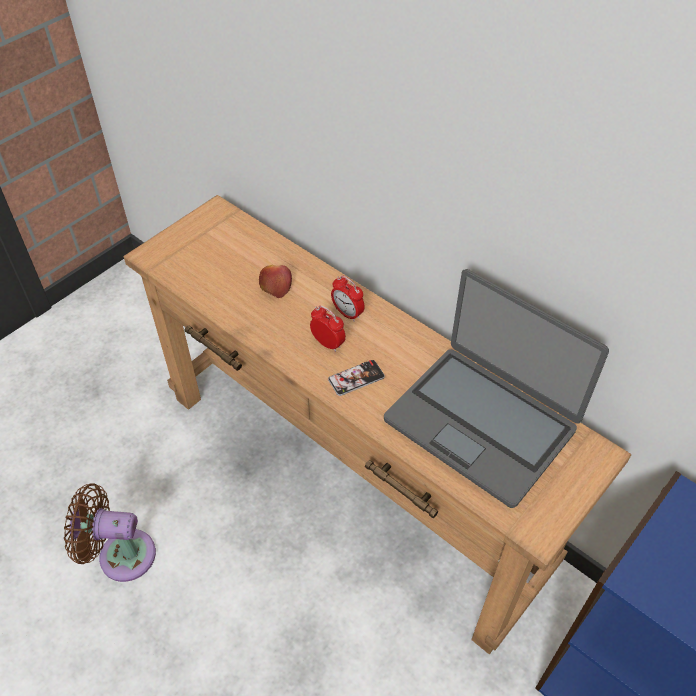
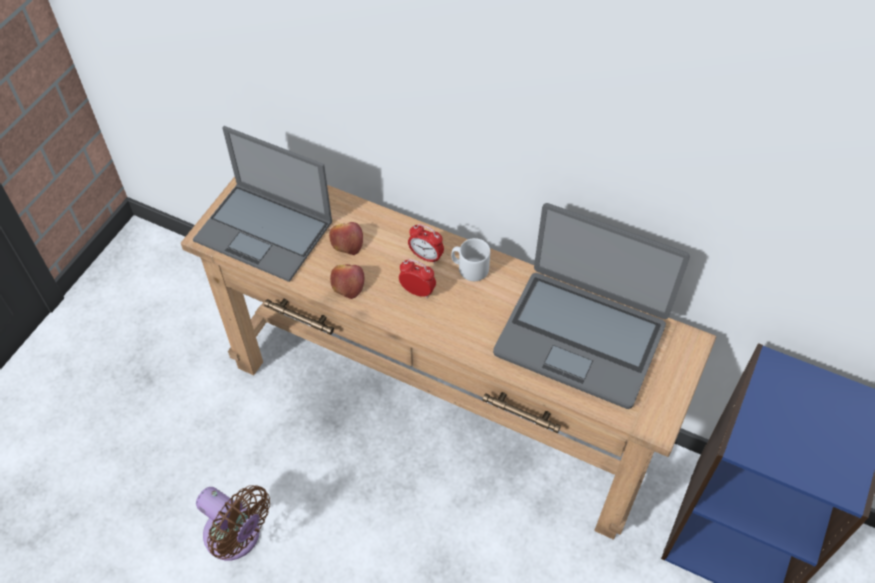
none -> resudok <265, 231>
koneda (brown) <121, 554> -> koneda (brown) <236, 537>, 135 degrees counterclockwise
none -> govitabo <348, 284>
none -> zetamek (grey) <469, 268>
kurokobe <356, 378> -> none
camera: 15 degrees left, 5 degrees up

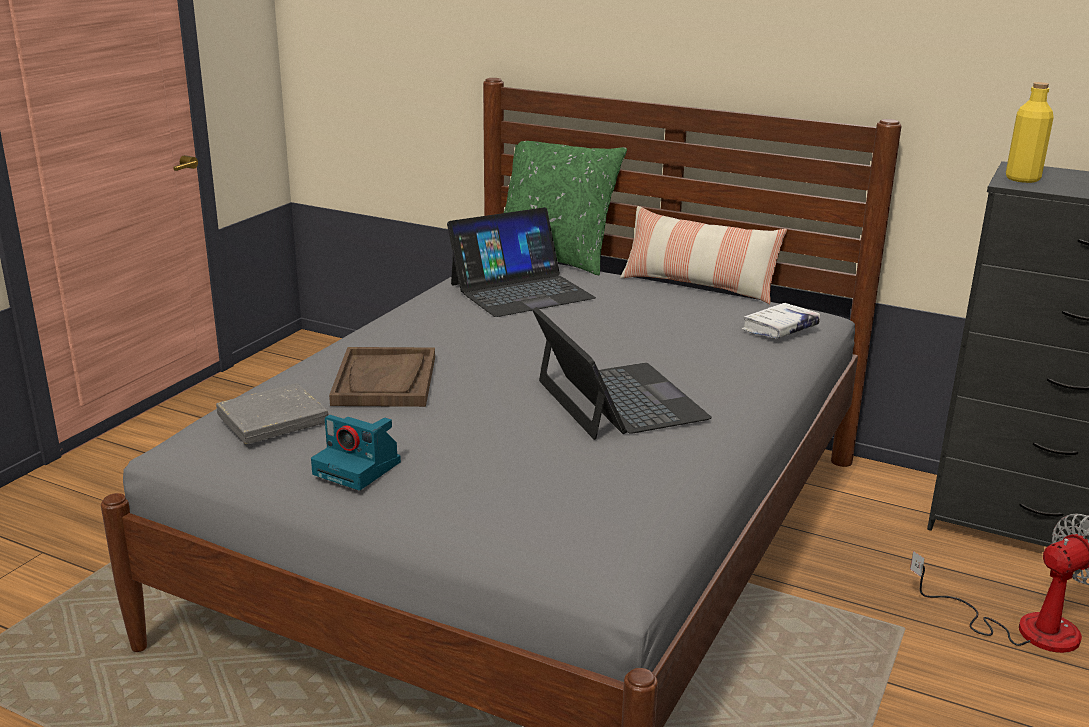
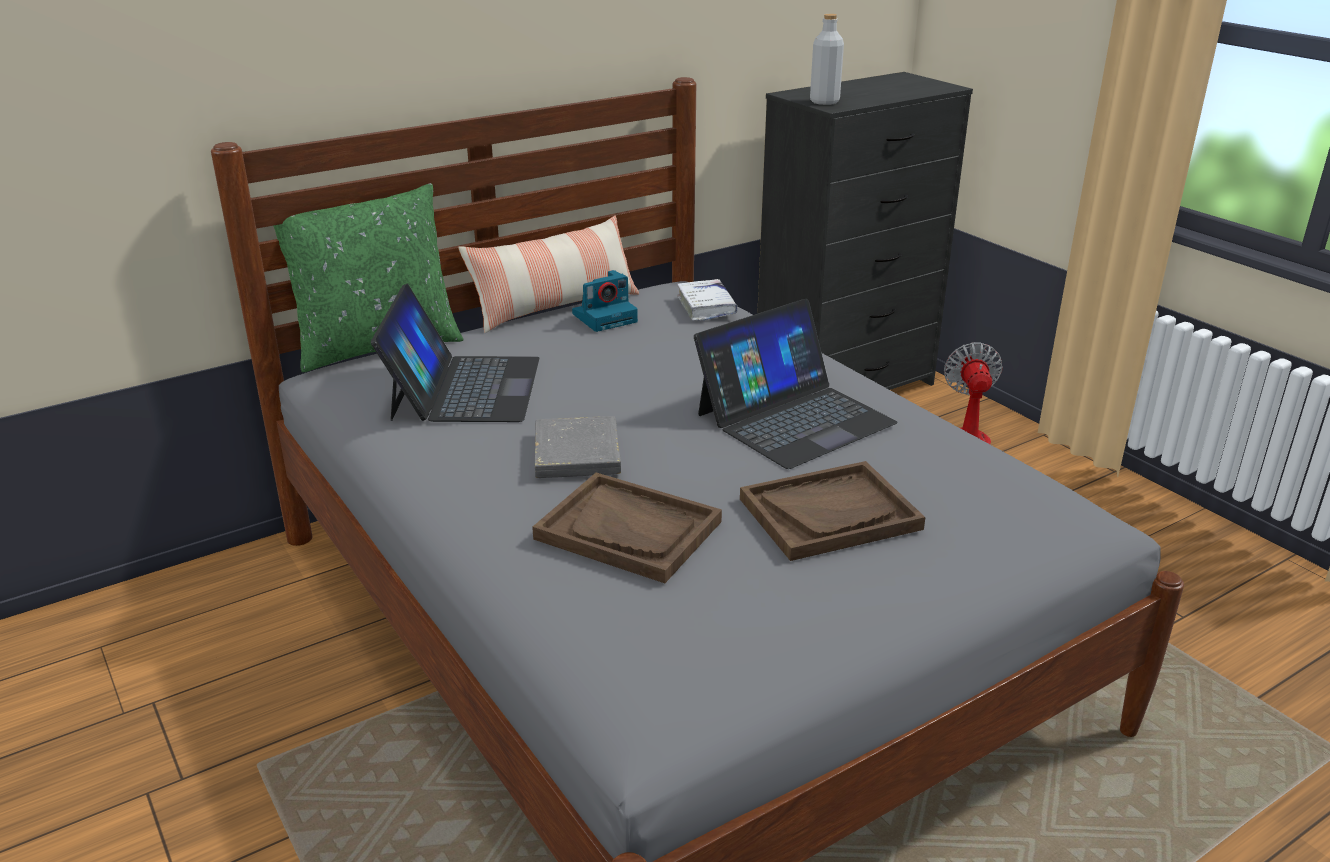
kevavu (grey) <273, 420> -> kevavu (grey) <577, 454>, moved
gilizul <359, 468> -> gilizul <605, 317>, moved
resudok <618, 400> -> resudok <794, 418>, 135 degrees clockwise
none -> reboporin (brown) <830, 514>
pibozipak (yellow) <1022, 179> -> pibozipak (grey) <824, 102>
camera: 60 degrees left, 5 degrees up

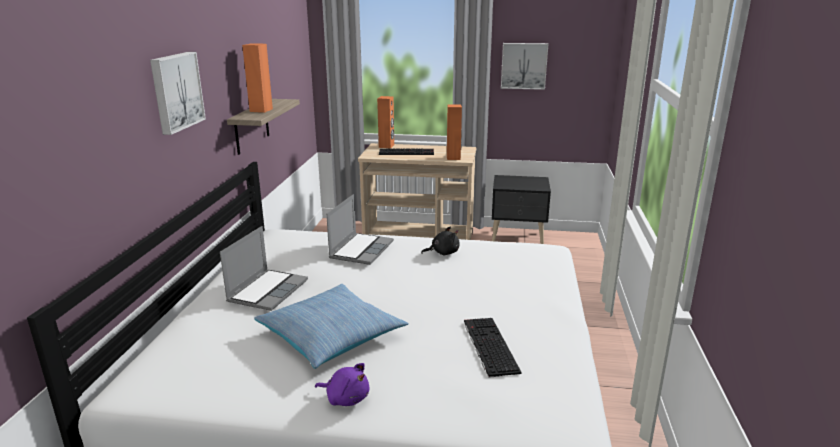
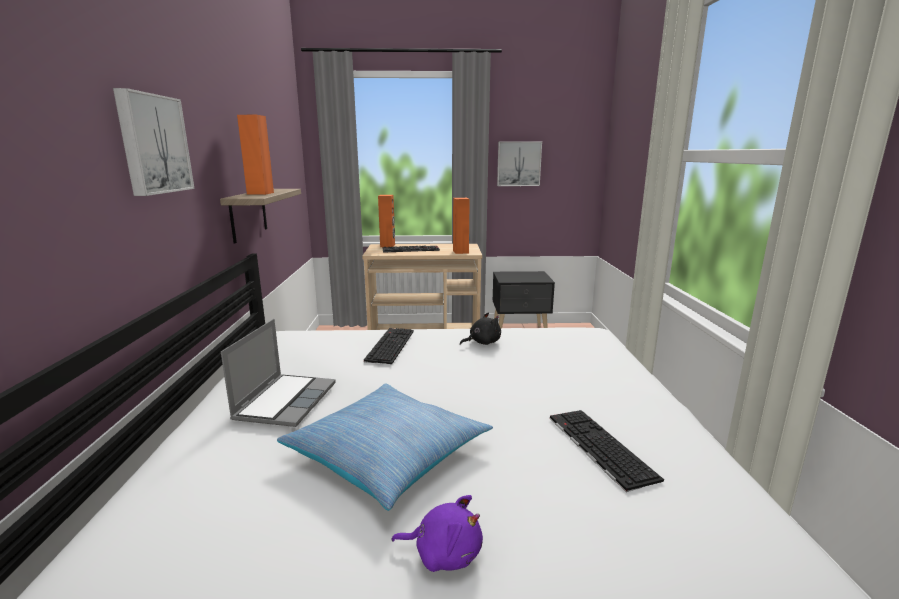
resudok <361, 249> -> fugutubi <389, 345>
camera: 10 degrees left, 5 degrees down

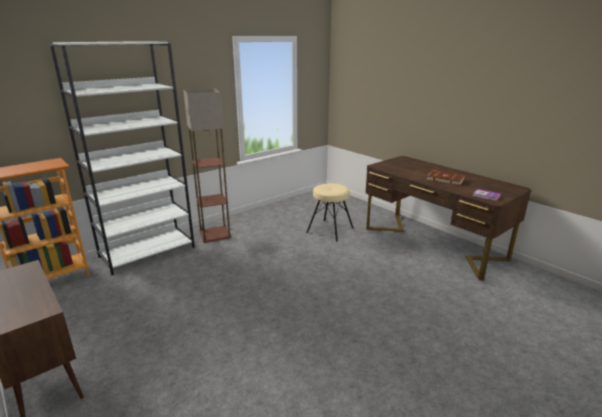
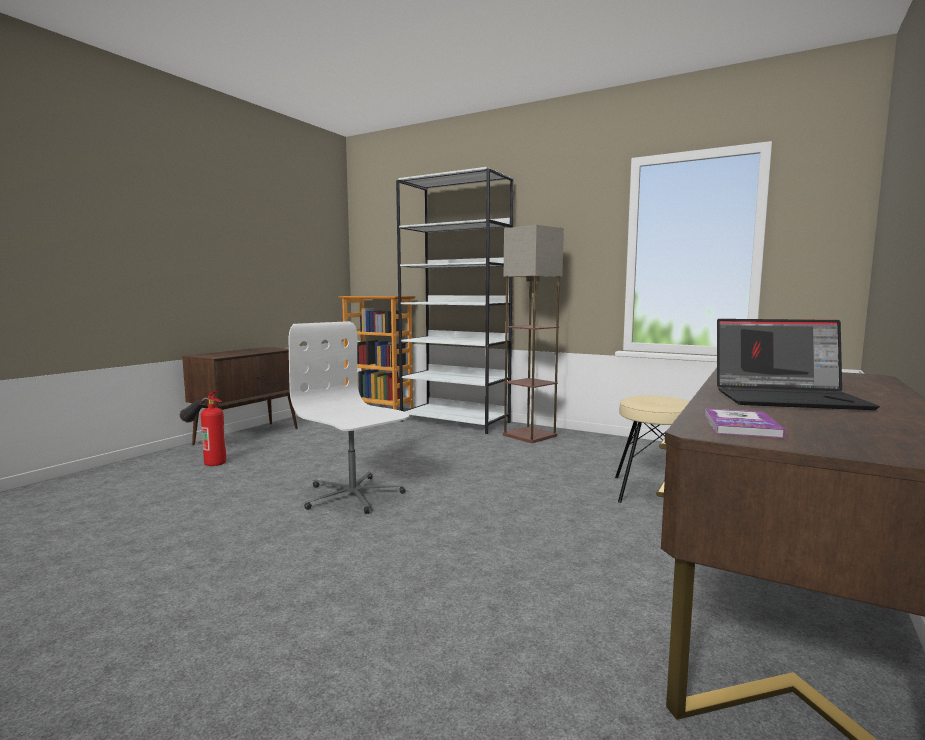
none -> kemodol <205, 459>
none -> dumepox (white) <352, 496>
kevavu (brown) <445, 179> -> resudok <789, 398>
camera: 70 degrees right, 15 degrees down

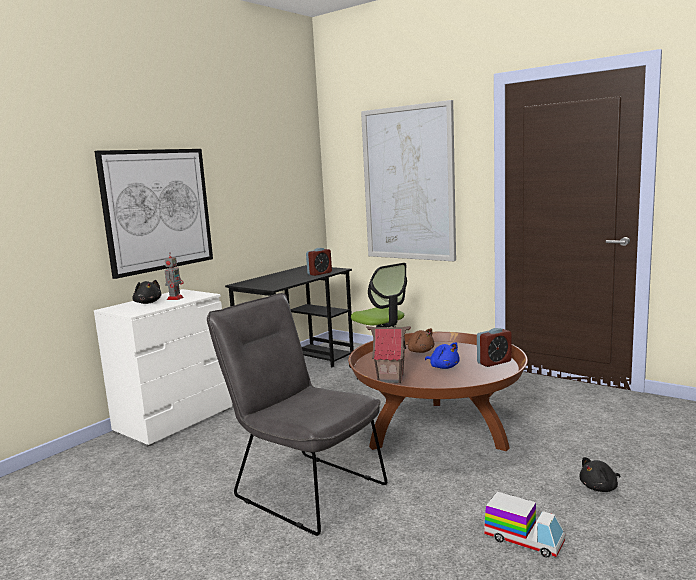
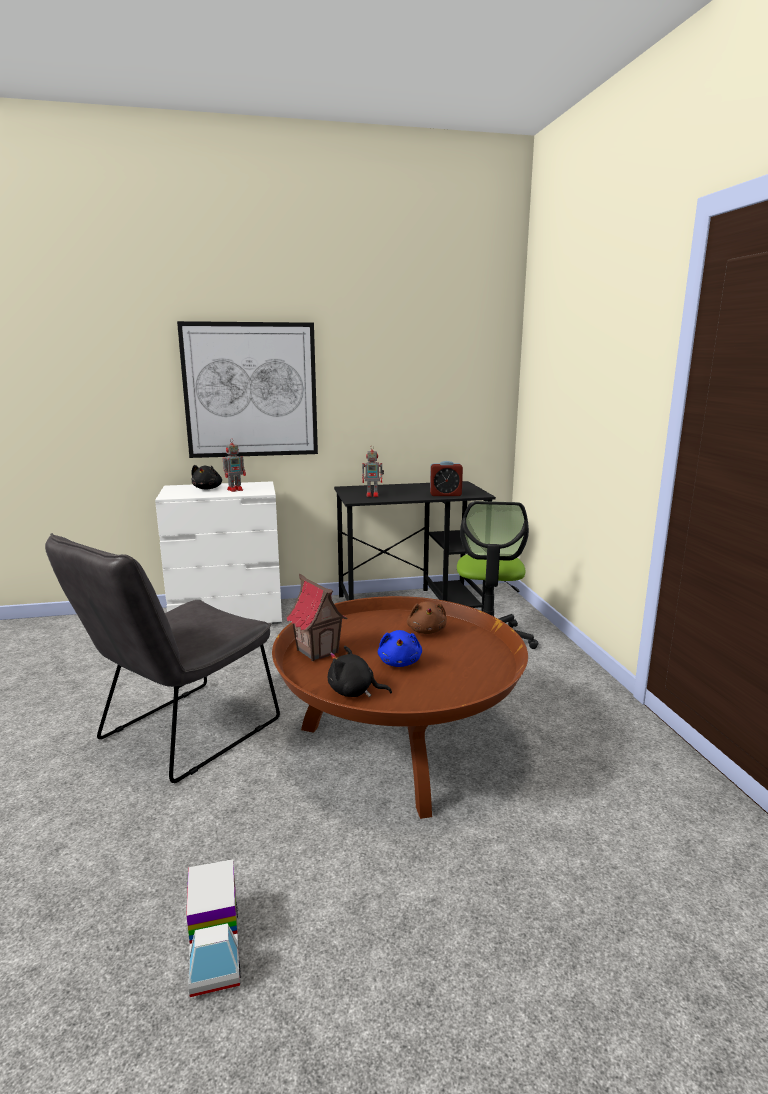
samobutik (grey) <303, 487> -> samobutik (grey) <180, 735>, 135 degrees counterclockwise
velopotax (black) <600, 488> -> velopotax (black) <354, 692>, moved
none -> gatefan <373, 495>
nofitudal <408, 184> -> none
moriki <494, 362> -> none
camera: 40 degrees right, 5 degrees up

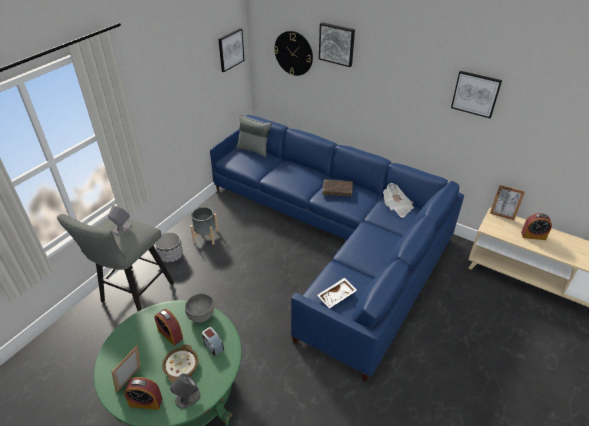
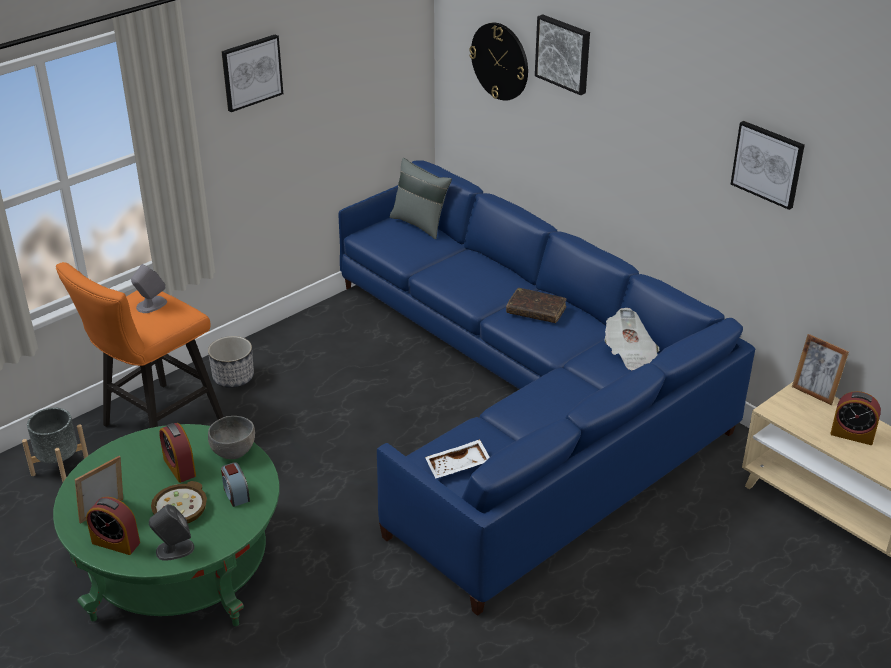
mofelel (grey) <206, 236> -> mofelel (grey) <60, 467>, moved
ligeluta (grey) <134, 295> -> ligeluta (orange) <155, 425>
nofitudal <230, 49> -> nofitudal <251, 72>, moved
camera: 15 degrees right, 5 degrees down

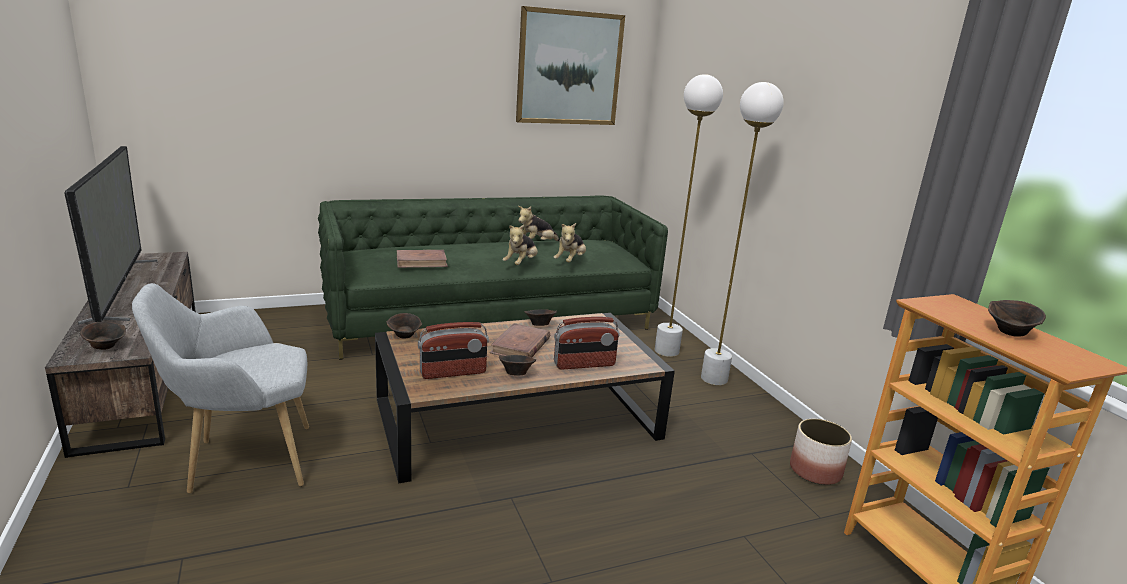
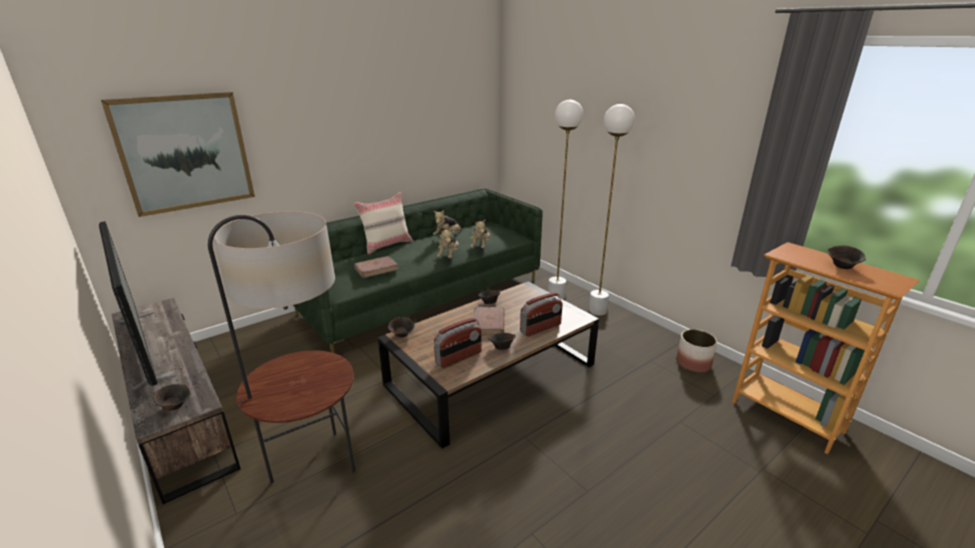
nofitudal <569, 68> -> nofitudal <185, 152>, moved
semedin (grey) <242, 461> -> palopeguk <314, 464>
none -> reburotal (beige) <387, 245>
camera: 15 degrees left, 5 degrees up

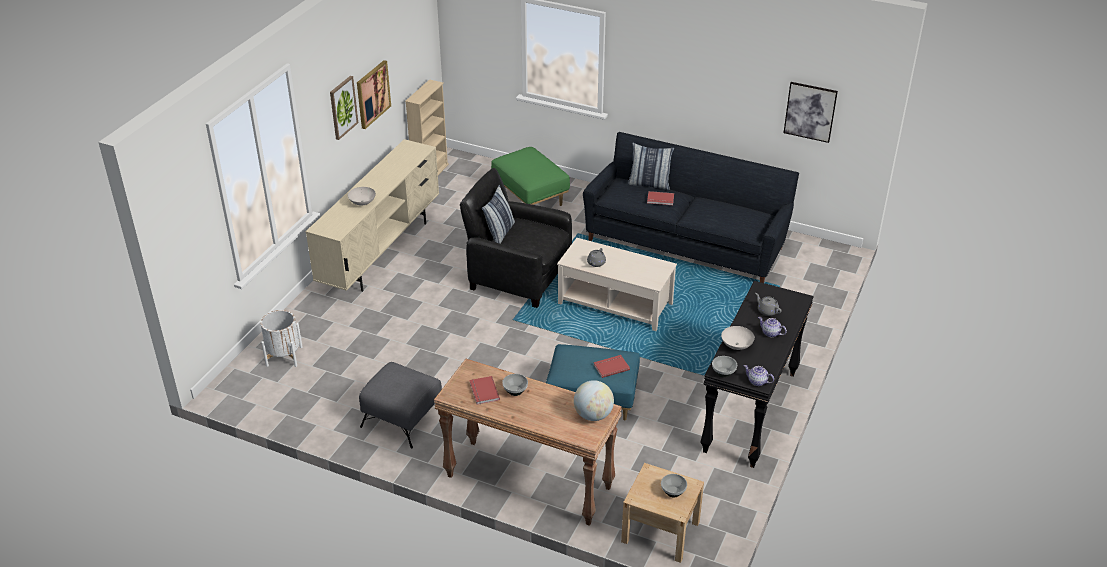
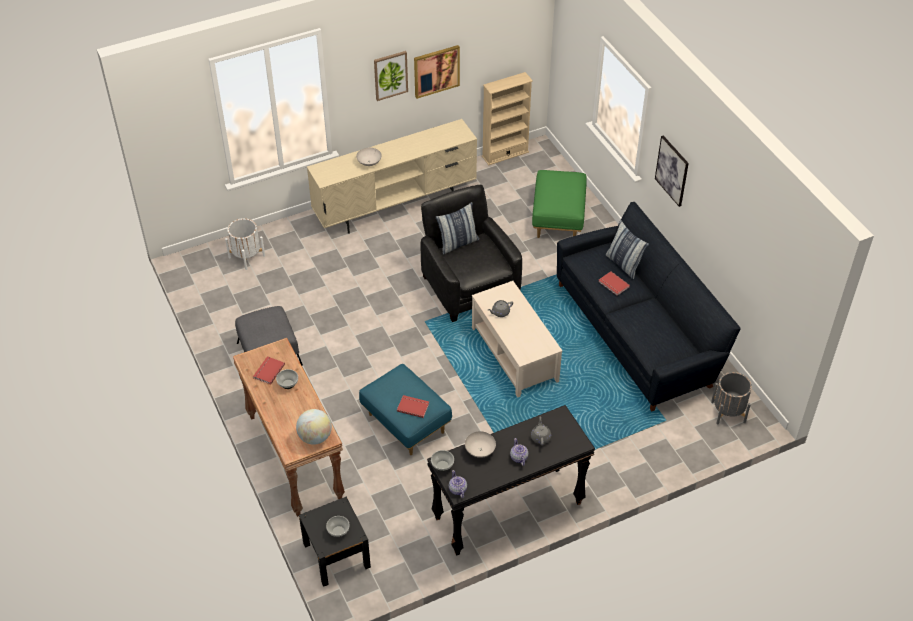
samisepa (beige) <660, 532> -> samisepa (black) <336, 555>
nofitudal <810, 111> -> nofitudal <672, 170>, moved
none -> mofelel (grey) <728, 412>
camera: 40 degrees right, 10 degrees up

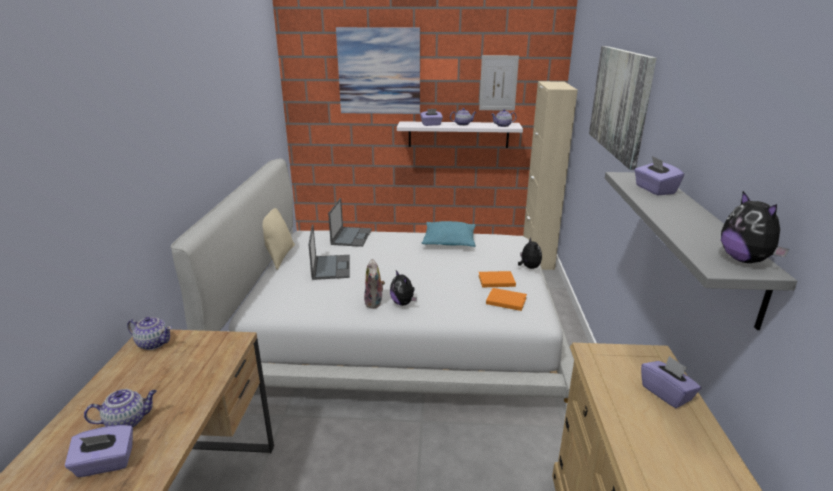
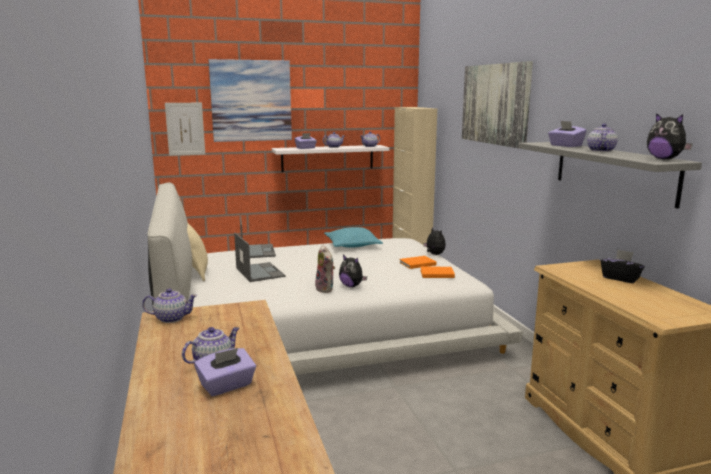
nofitudal <498, 83> -> nofitudal <185, 129>, moved
none -> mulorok <600, 151>
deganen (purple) <666, 393> -> deganen (black) <620, 278>
camera: 20 degrees left, 10 degrees down

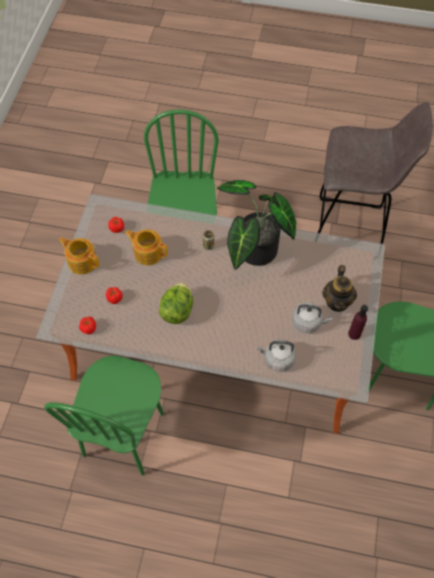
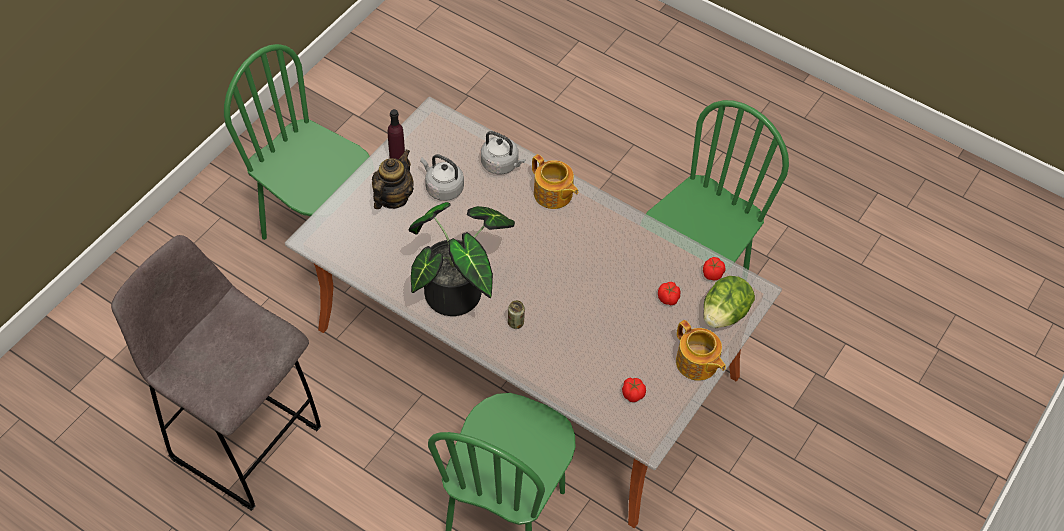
mulorok <148, 252> -> mulorok <553, 194>, moved
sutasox <177, 311> -> sutasox <724, 314>, moved
camera: 160 degrees left, 5 degrees down

